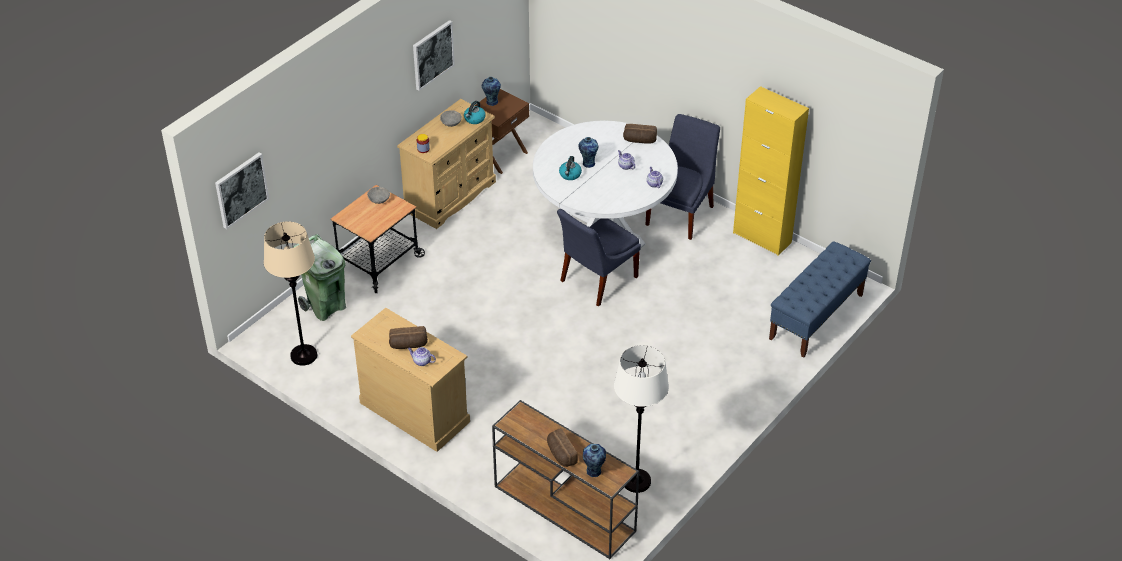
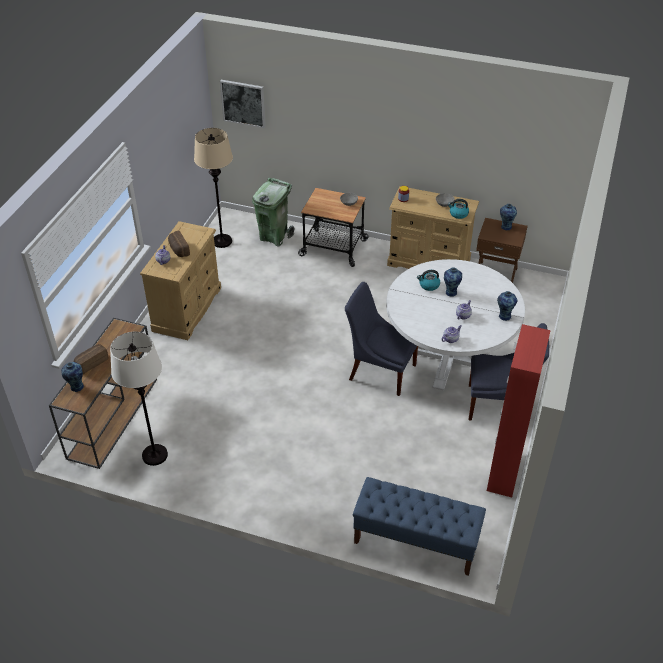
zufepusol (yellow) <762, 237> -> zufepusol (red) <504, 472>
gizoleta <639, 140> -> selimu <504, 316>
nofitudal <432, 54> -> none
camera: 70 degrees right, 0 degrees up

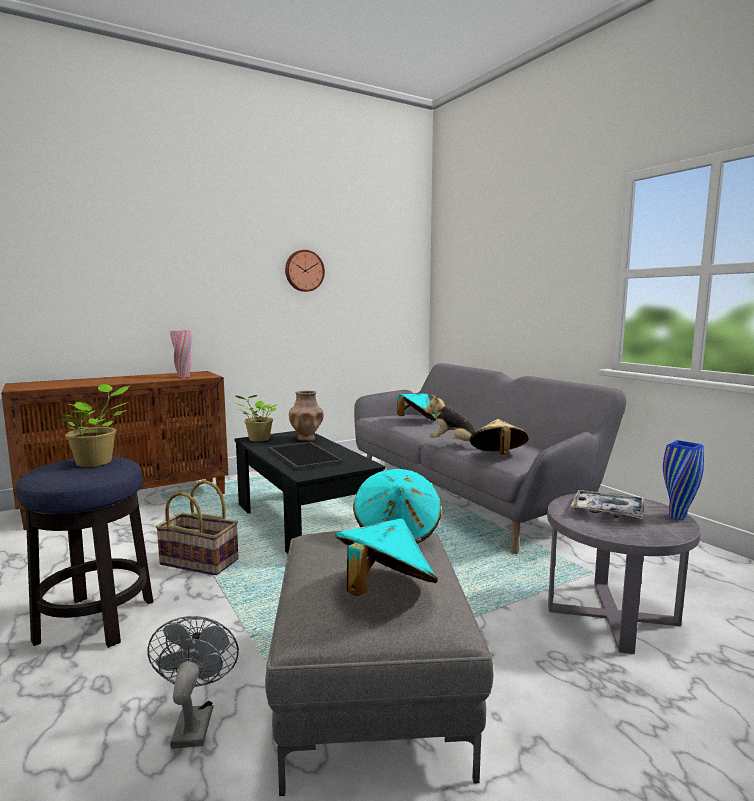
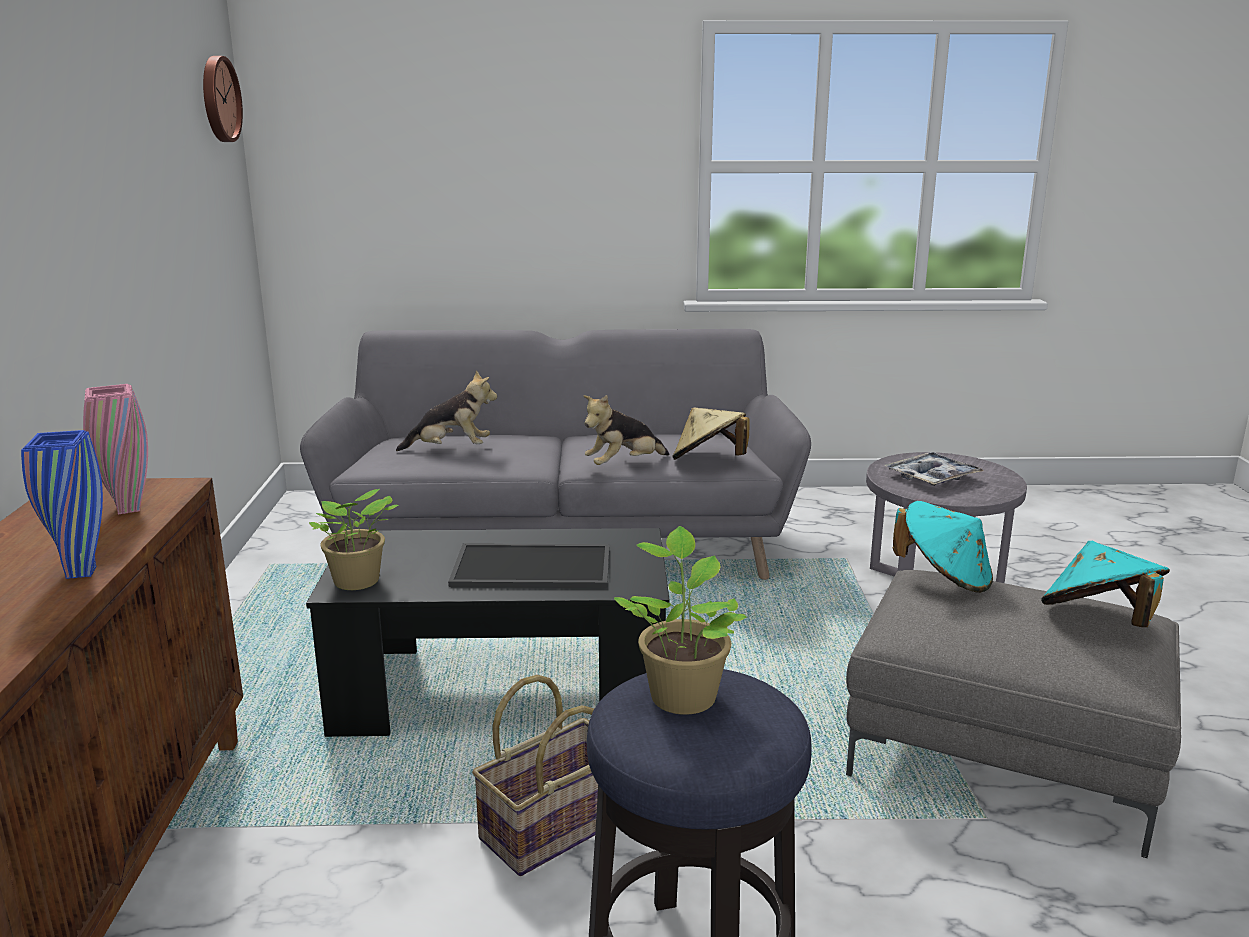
selimu (blue) <677, 517> -> selimu (blue) <81, 572>, moved
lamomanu <304, 271> -> lamomanu <218, 99>, moved
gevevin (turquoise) <416, 421> -> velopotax <451, 449>
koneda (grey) <194, 721> -> none
selimu (brown) <306, 439> -> none
camera: 60 degrees left, 10 degrees up

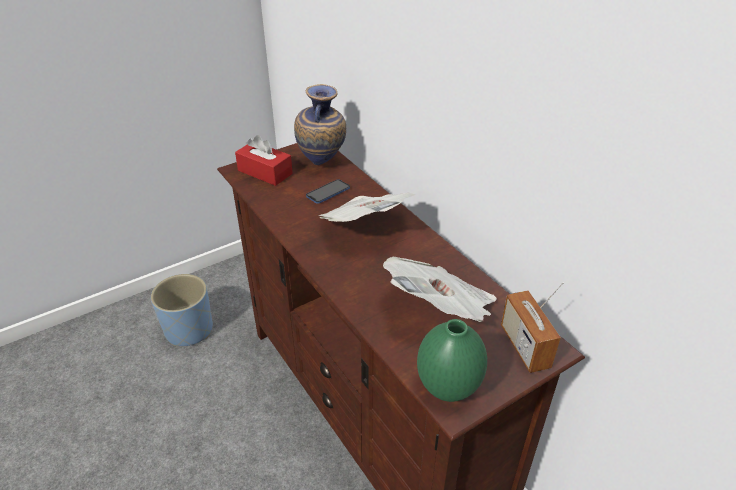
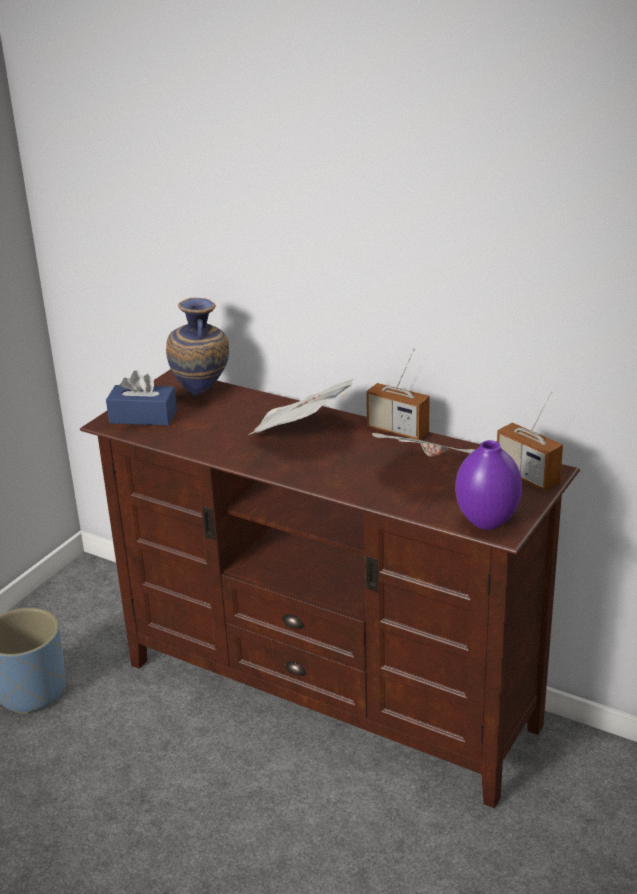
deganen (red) <265, 172> -> deganen (blue) <143, 417>
none -> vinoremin <397, 430>
selimu (green) <447, 388> -> selimu (purple) <486, 522>
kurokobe <328, 192> -> none
camera: 25 degrees left, 10 degrees down

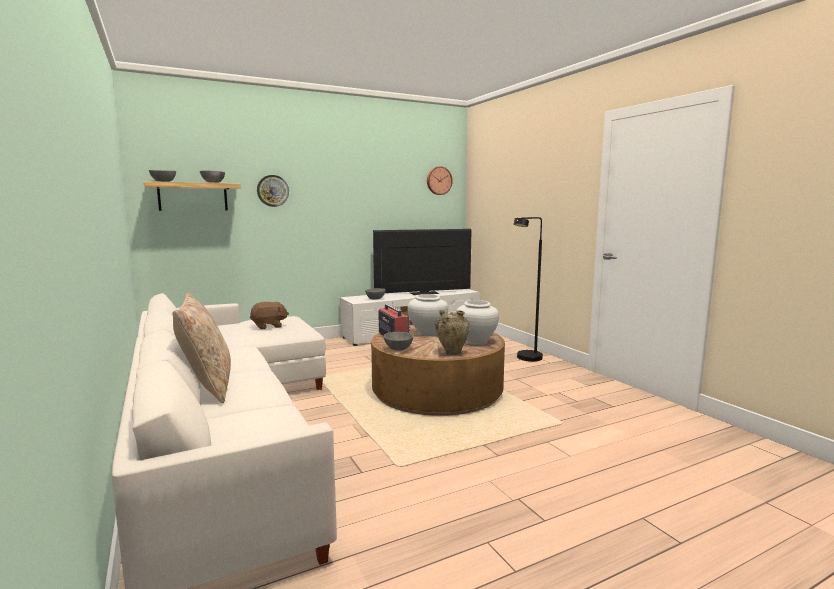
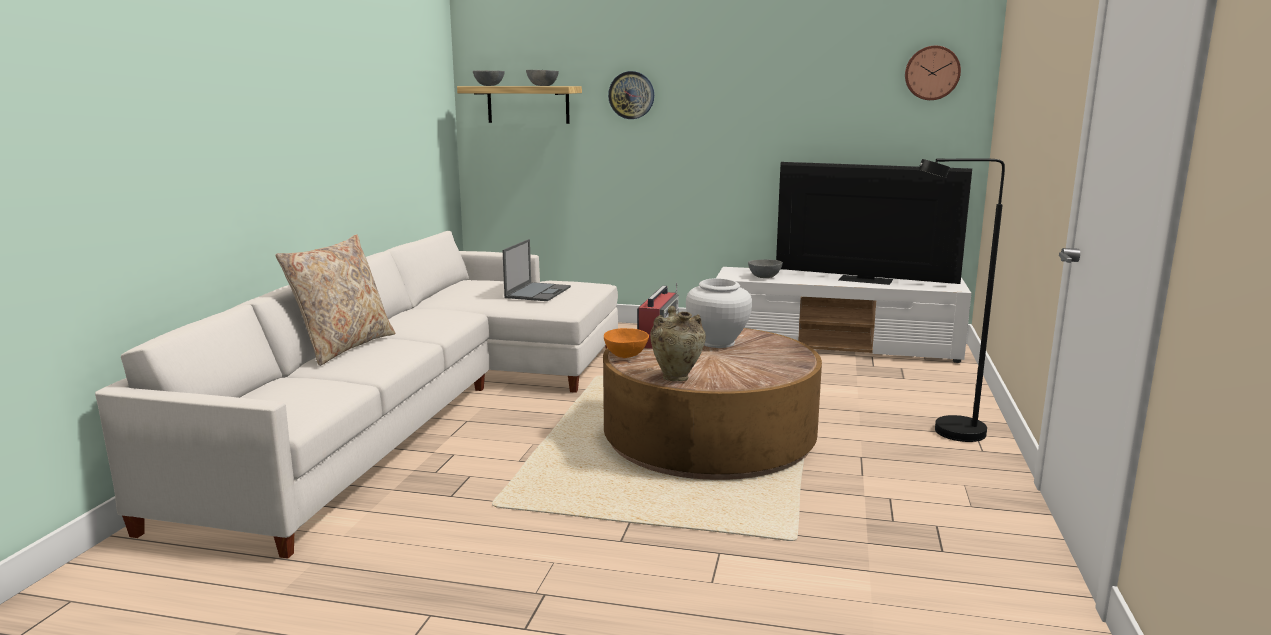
velopotax (brown) <269, 326> -> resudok <538, 292>
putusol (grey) <398, 349> -> putusol (orange) <626, 355>
selimu (white) <476, 342> -> none
camera: 40 degrees right, 5 degrees up

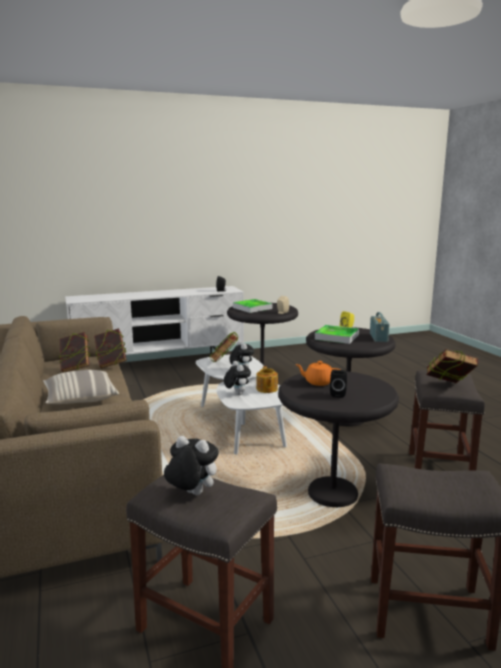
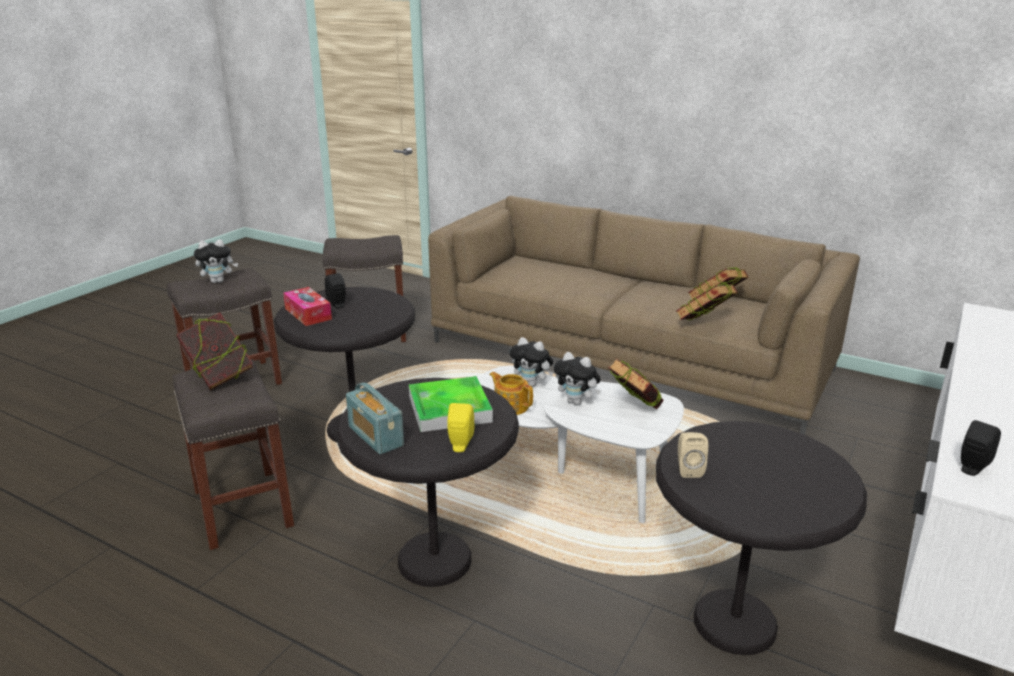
velopotax <191, 494> -> velopotax <218, 281>, moved
none -> deganen <308, 314>
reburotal <80, 399> -> none
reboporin <252, 308> -> none
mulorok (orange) <318, 382> -> none
camera: 140 degrees right, 10 degrees up

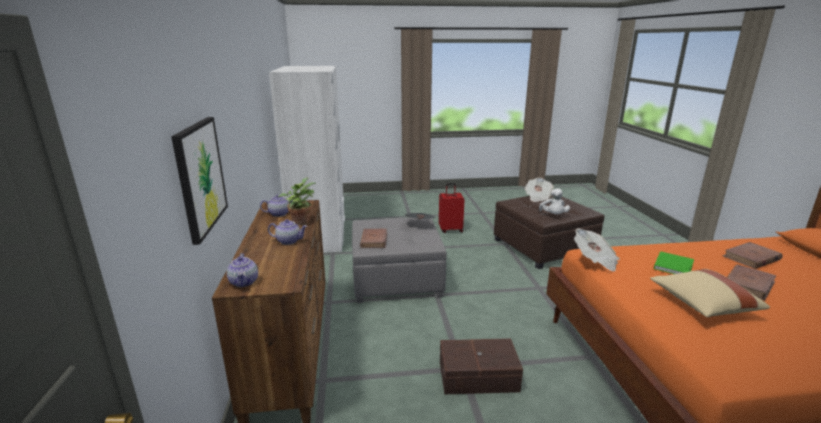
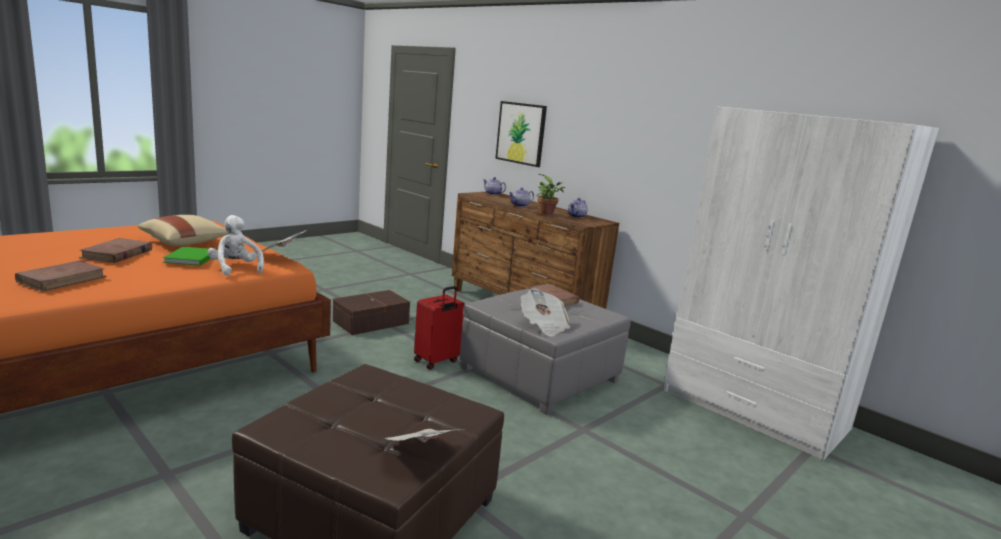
velopotax (white) <553, 215> -> velopotax (white) <235, 269>, moved
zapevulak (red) <450, 229> -> zapevulak (red) <437, 361>, moved
camera: 140 degrees right, 5 degrees down

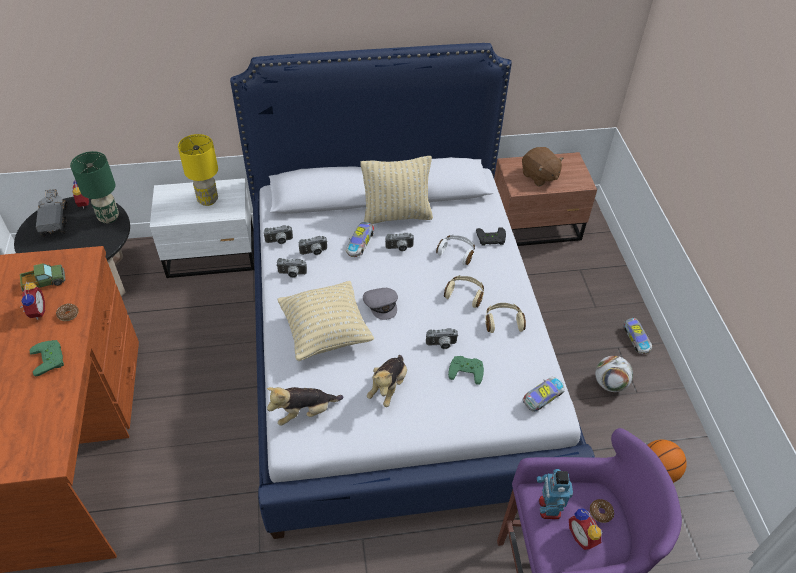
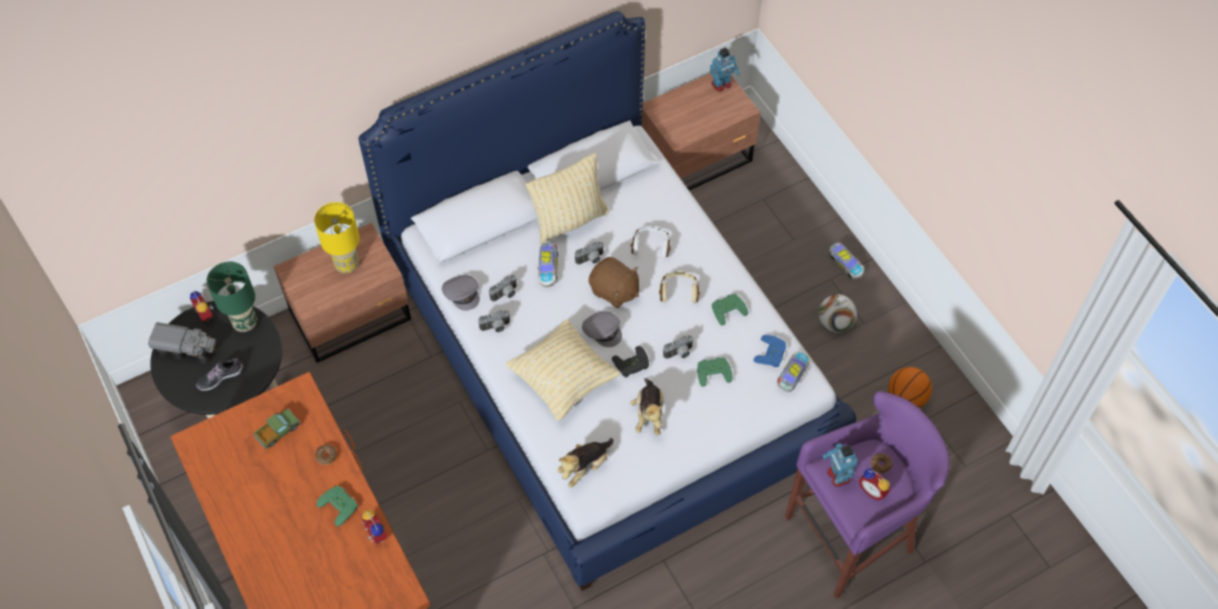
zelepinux <55, 221> -> zelepinux <187, 348>, 135 degrees clockwise
none -> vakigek <220, 377>
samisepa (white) <212, 255> -> samisepa (brown) <353, 317>
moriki <36, 312> -> moriki <374, 535>, moved
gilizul <279, 241> -> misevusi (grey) <462, 294>
velopotax (brown) <539, 176> -> velopotax (brown) <614, 291>, moved
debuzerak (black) <491, 239> -> debuzerak (black) <632, 365>, moved
none -> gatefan <721, 84>
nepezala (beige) <503, 322> -> debuzerak (green) <727, 308>
none -> debuzerak (blue) <772, 354>
camera: 20 degrees left, 10 degrees up

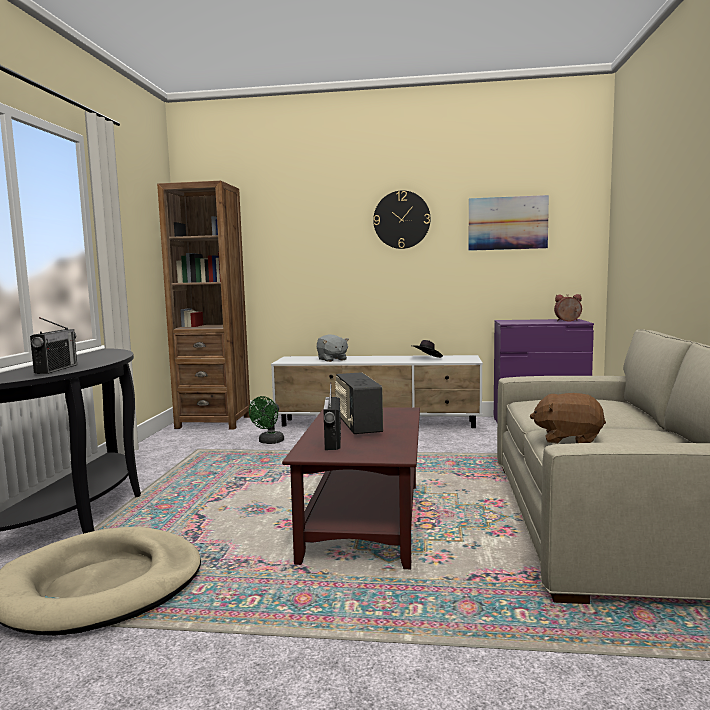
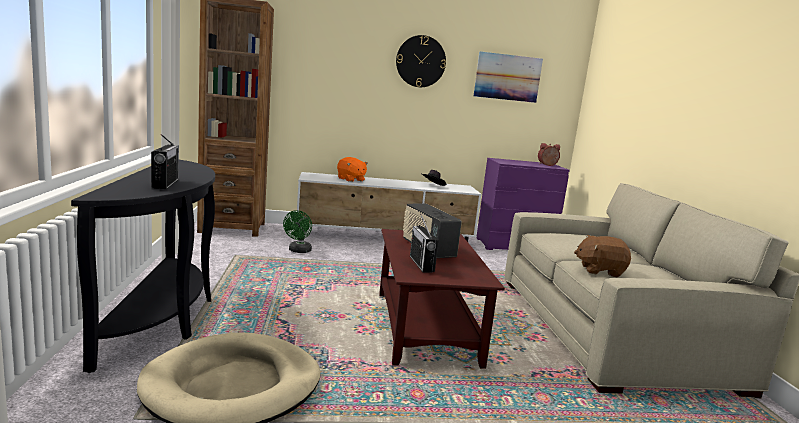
velopotax (grey) <332, 359> -> velopotax (orange) <351, 179>
camera: 15 degrees left, 5 degrees up

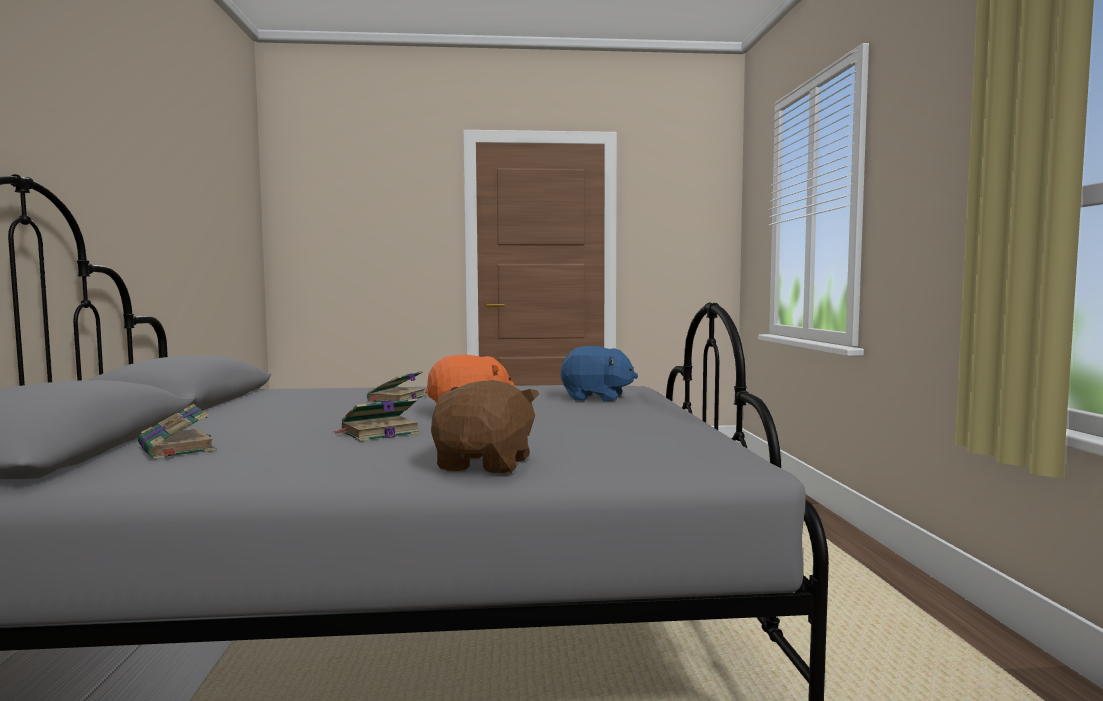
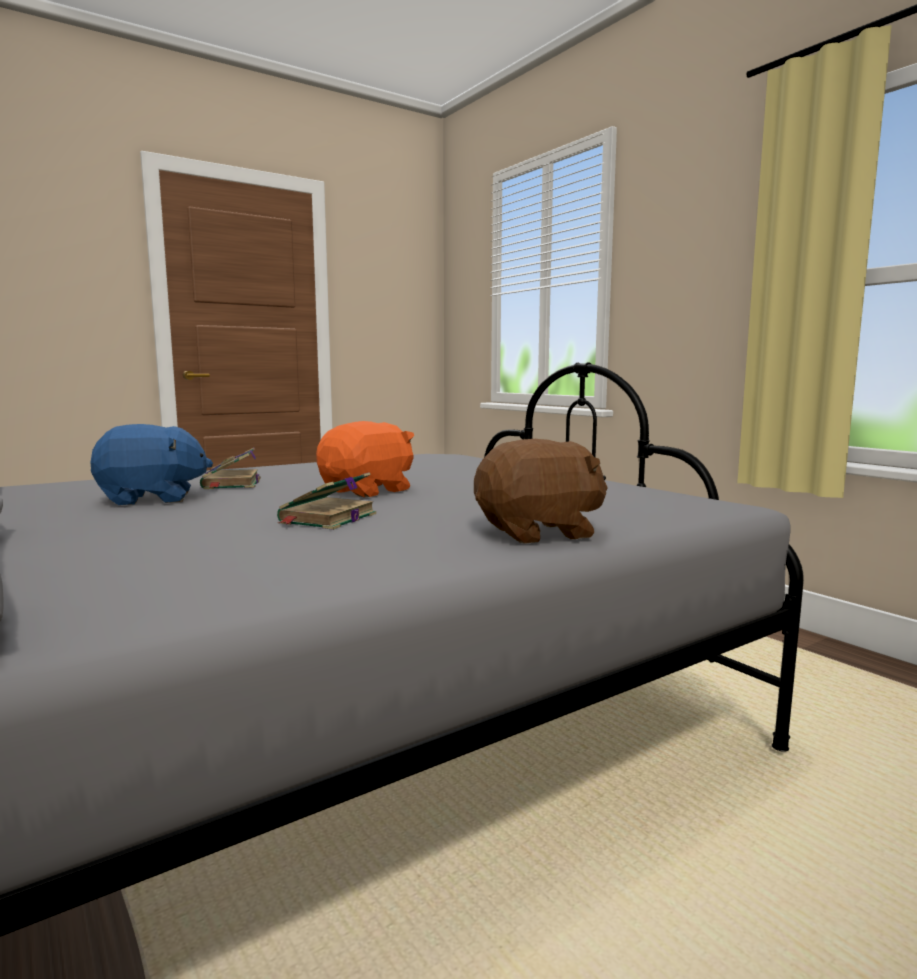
velopotax (blue) <596, 398> -> velopotax (blue) <152, 499>, moved
velopotax (brown) <486, 464> -> velopotax (brown) <539, 533>, 90 degrees clockwise
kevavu <177, 449> -> none
camera: 30 degrees left, 5 degrees up

